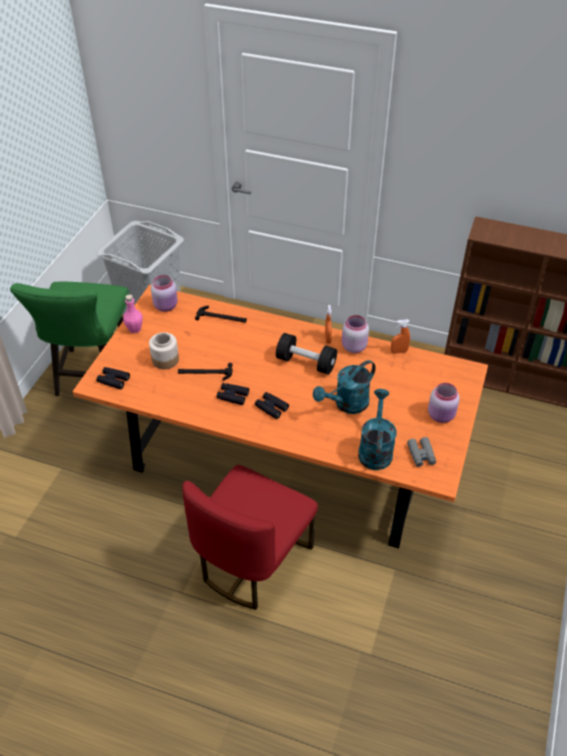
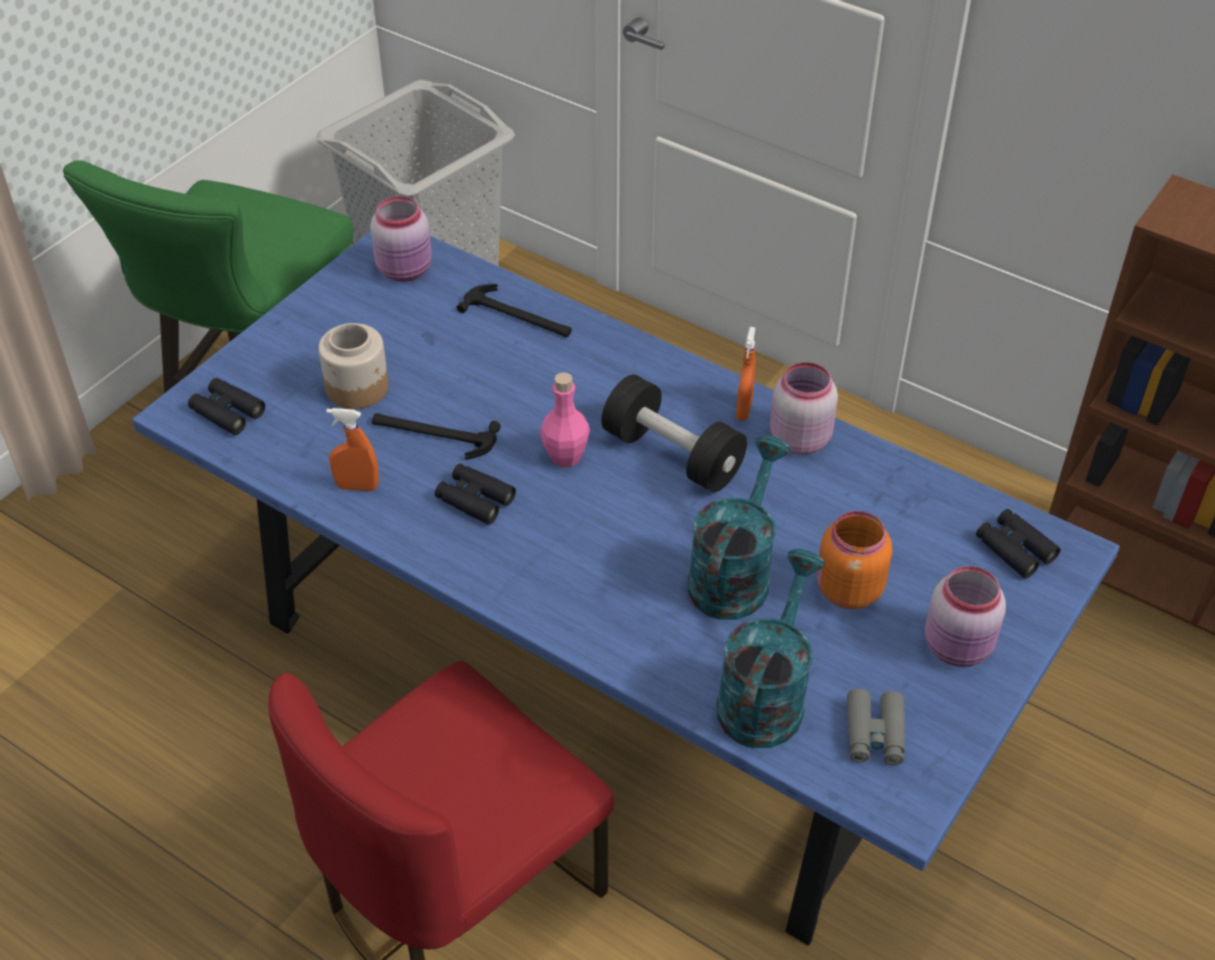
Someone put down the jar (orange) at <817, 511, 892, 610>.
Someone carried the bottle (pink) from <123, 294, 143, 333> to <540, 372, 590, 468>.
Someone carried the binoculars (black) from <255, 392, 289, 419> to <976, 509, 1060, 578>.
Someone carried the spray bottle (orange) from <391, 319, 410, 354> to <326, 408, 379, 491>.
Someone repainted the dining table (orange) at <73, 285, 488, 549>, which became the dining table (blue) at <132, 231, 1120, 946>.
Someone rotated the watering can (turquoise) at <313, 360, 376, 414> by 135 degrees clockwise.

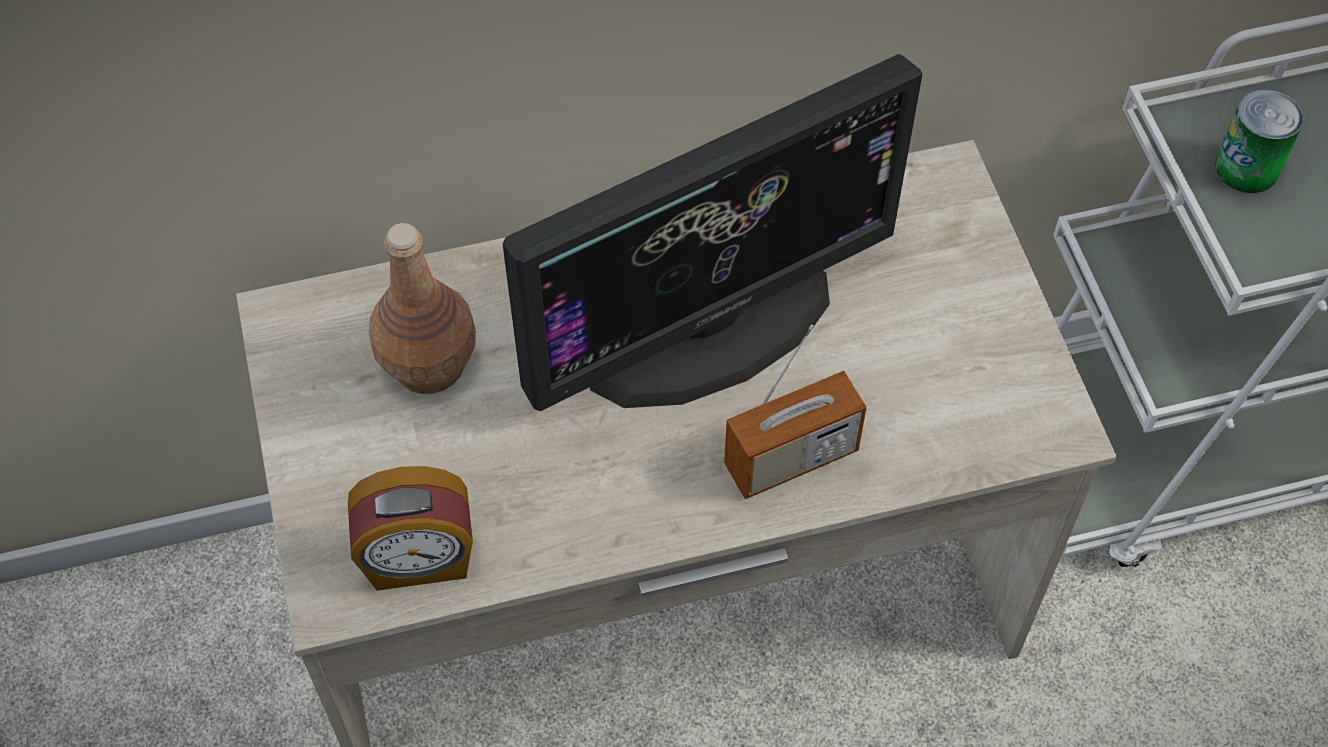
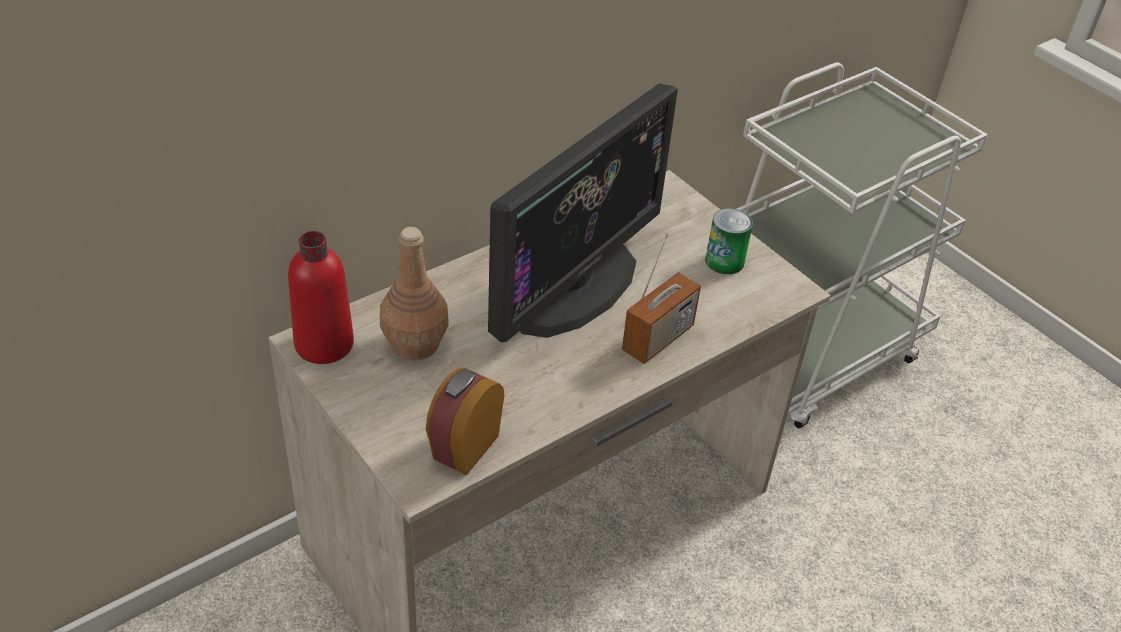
Someone put down the bottle (red) at <288, 231, 354, 364>.
Someone carried the can from <1215, 89, 1304, 193> to <705, 208, 753, 274>.
Someone rotated the alarm clock at <348, 466, 473, 591> by 150 degrees clockwise.

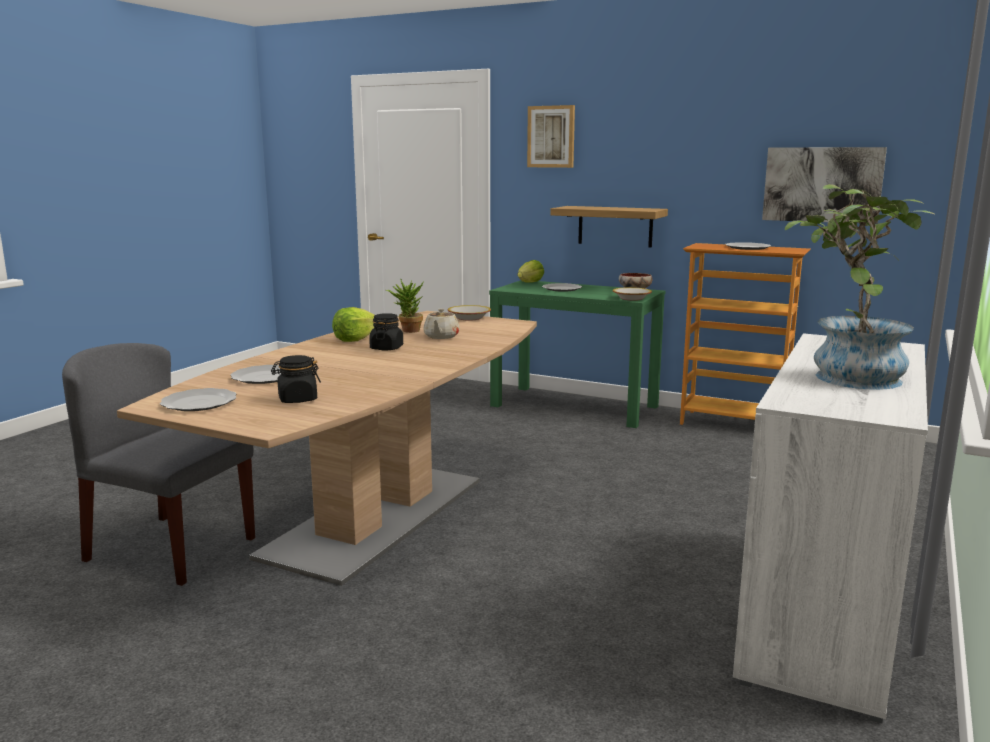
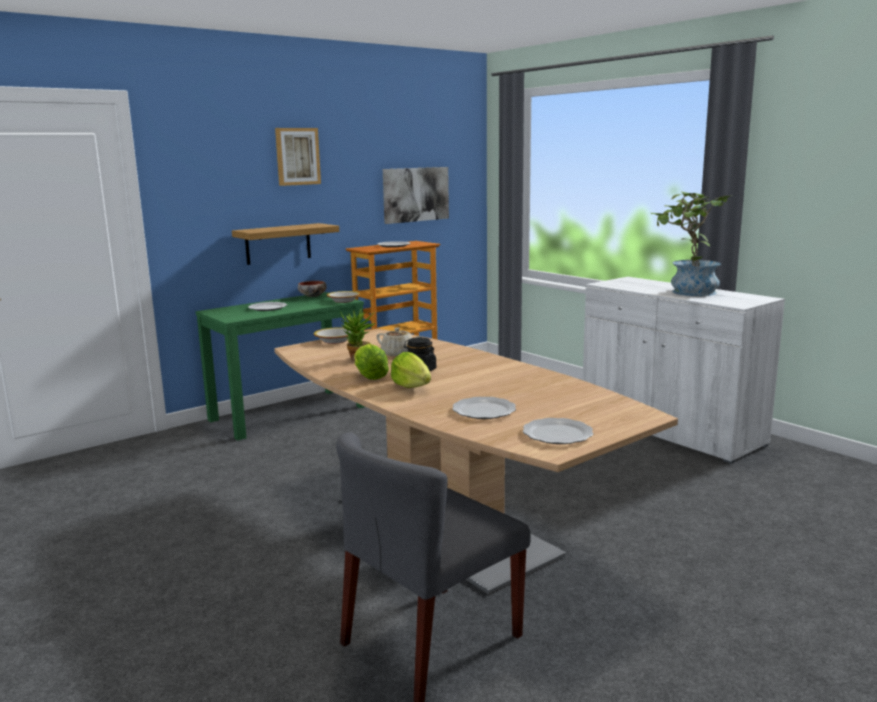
Someone took away the jar (black) at <271, 355, 321, 403>.
Someone carried the lettuce from <518, 260, 544, 283> to <391, 352, 431, 388>.
Someone carried the picture from <527, 105, 575, 168> to <275, 128, 321, 186>.

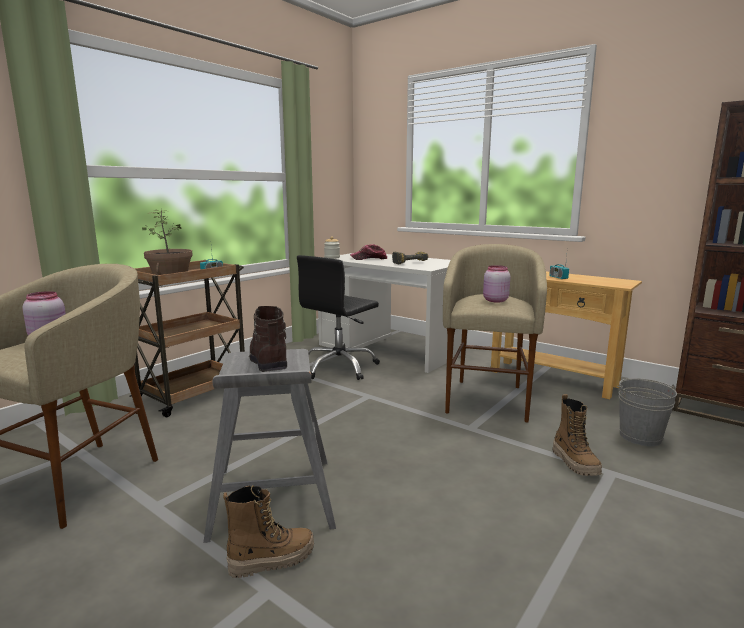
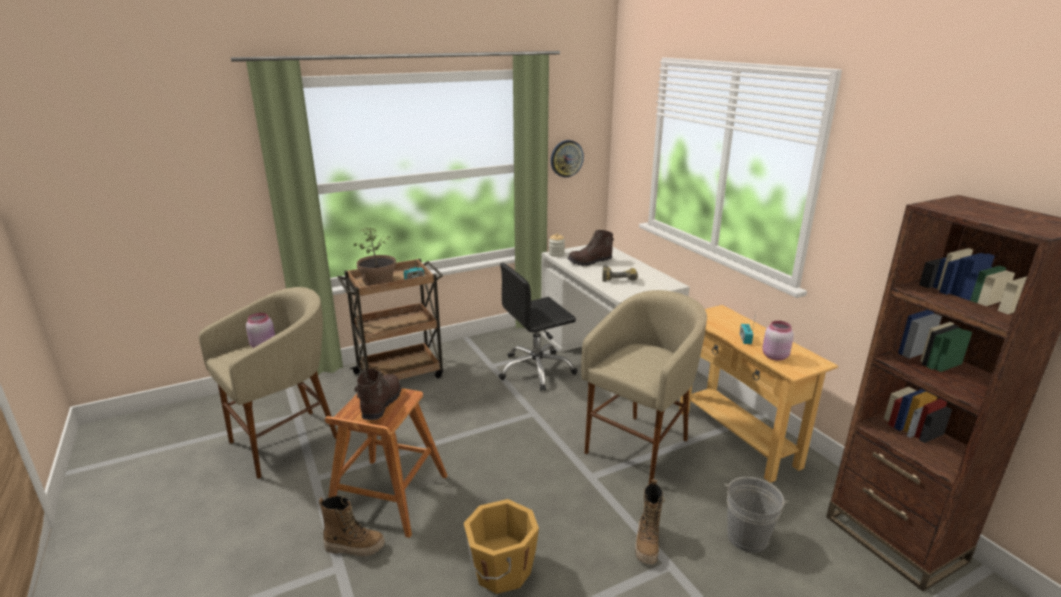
Someone put down the bucket (orange) at <464, 499, 539, 594>.
Someone put up the wall clock at <551, 140, 584, 178>.
Someone carried the jar (pink) from <483, 265, 510, 302> to <762, 321, 794, 360>.
Someone swapped the cap at <350, 244, 387, 260> for the boot (brown) at <568, 230, 614, 266>.
Someone repainted the stool (grey) at <203, 349, 336, 543>, which became the stool (brown) at <325, 388, 448, 538>.

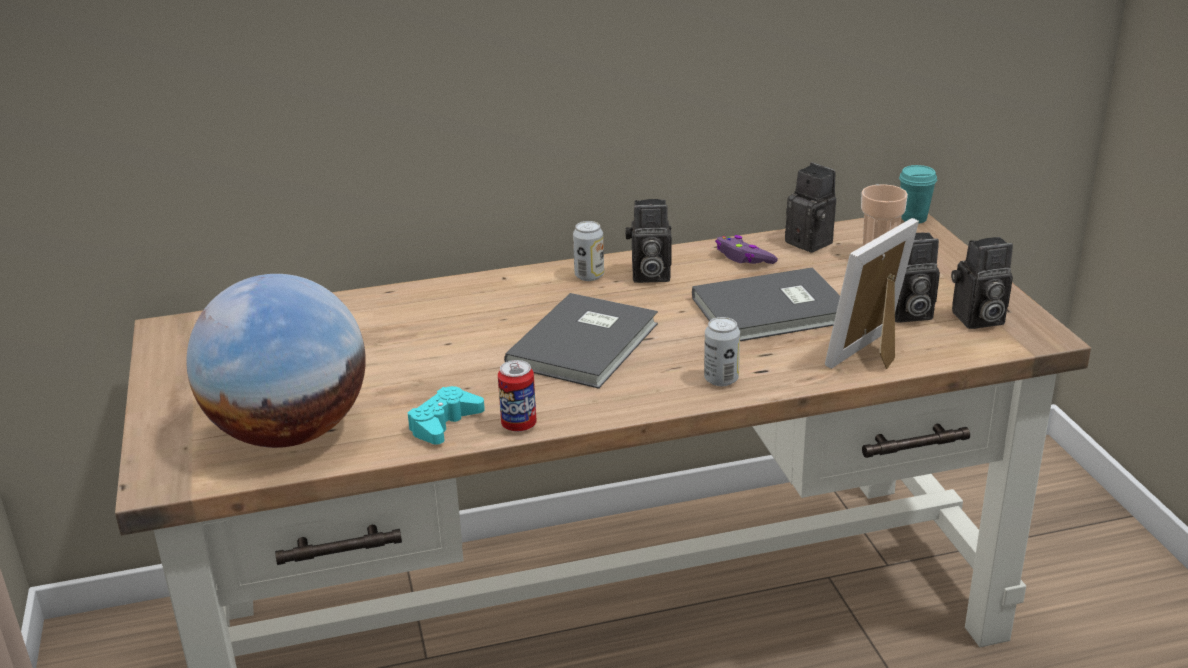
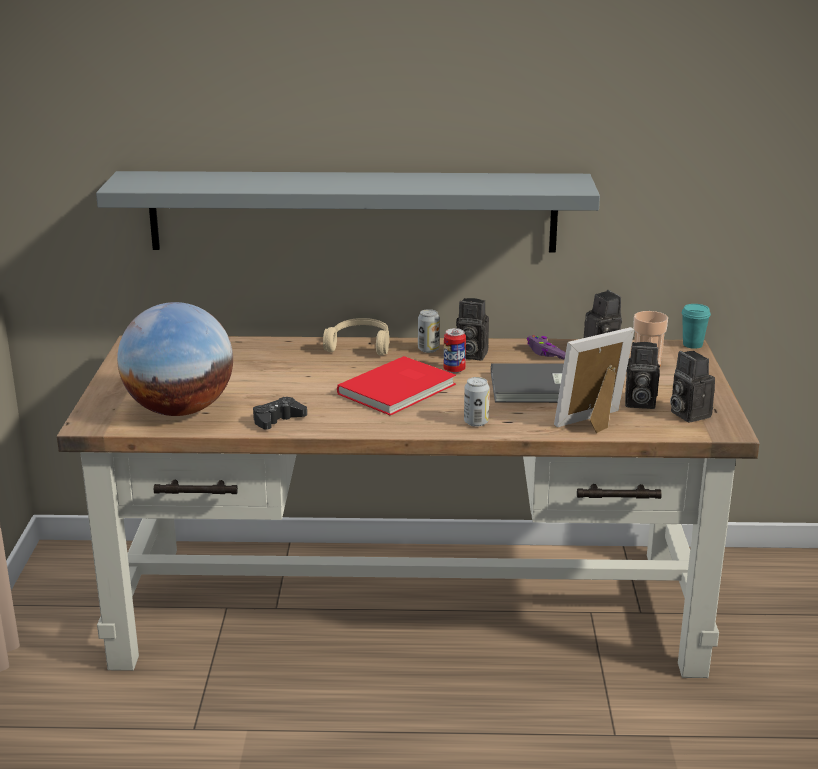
Someone put up the shelf (grey) at <96, 171, 600, 253>.
Someone put down the headphones (beige) at <323, 318, 389, 356>.
Someone carried the can from <498, 360, 537, 432> to <444, 328, 466, 373>.
Someone repainted the game controller (turquoise) at <408, 386, 485, 445>, which became the game controller (black) at <253, 397, 307, 430>.
Someone repainted the book (grey) at <504, 293, 658, 389>, which became the book (red) at <337, 356, 456, 416>.
Someone rotated the photo camera at <951, 237, 1013, 329> by 60 degrees clockwise.

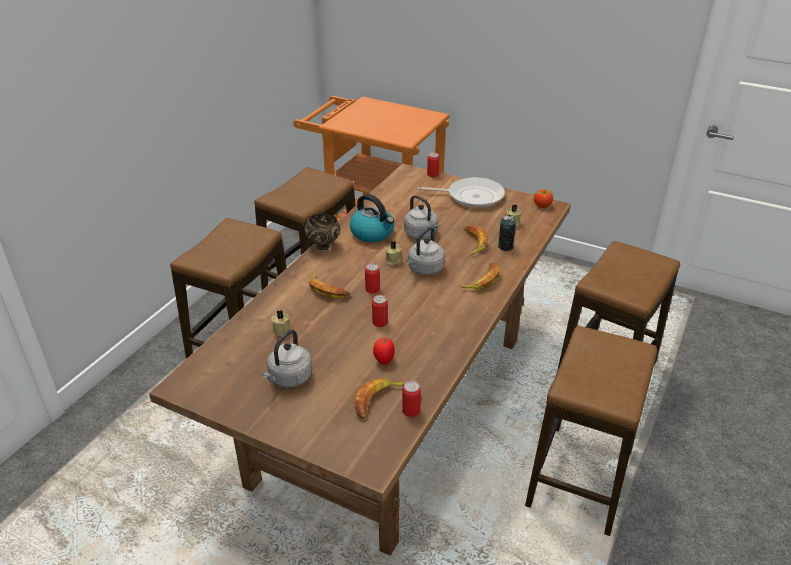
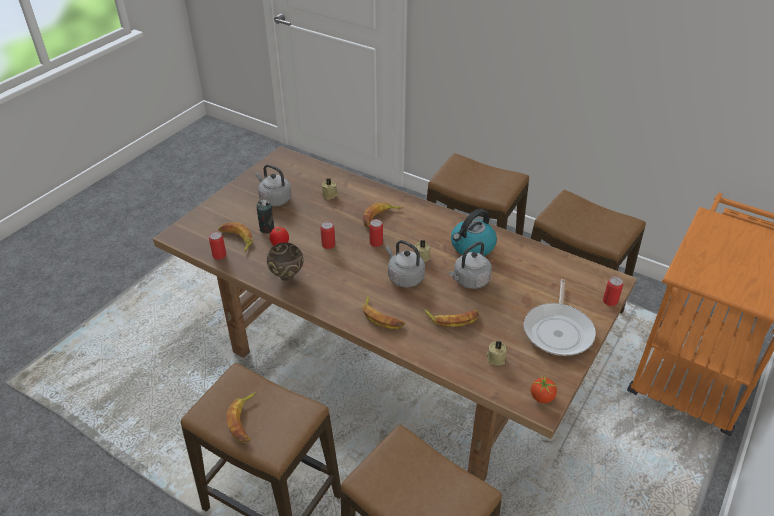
Someone put down the banana at <227, 392, 257, 443>.
Someone carried the bowl (brown) from <305, 214, 340, 250> to <267, 242, 304, 281>.
Someone carried the can from <498, 215, 516, 251> to <256, 199, 274, 234>.

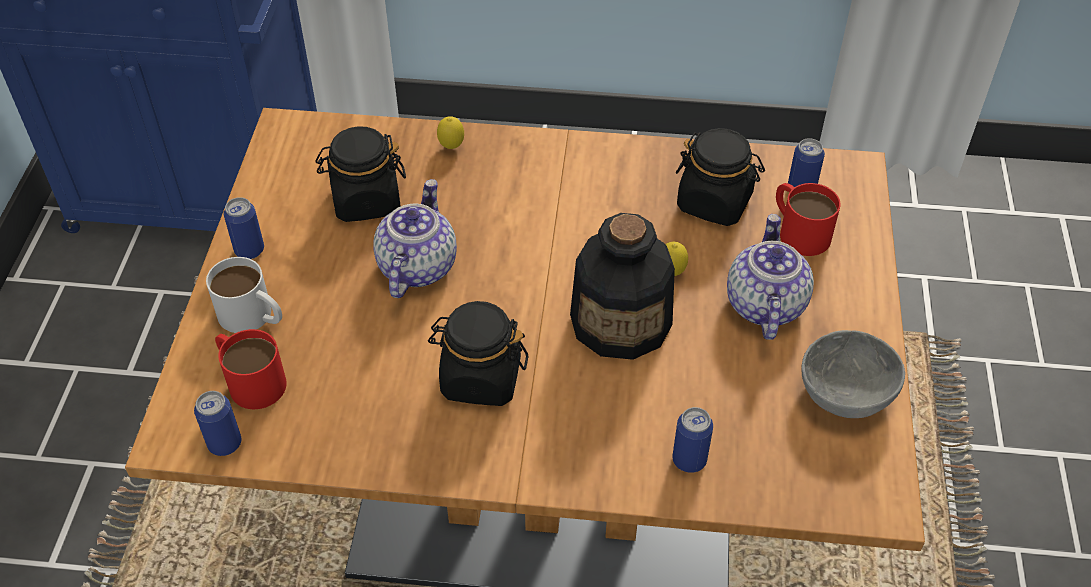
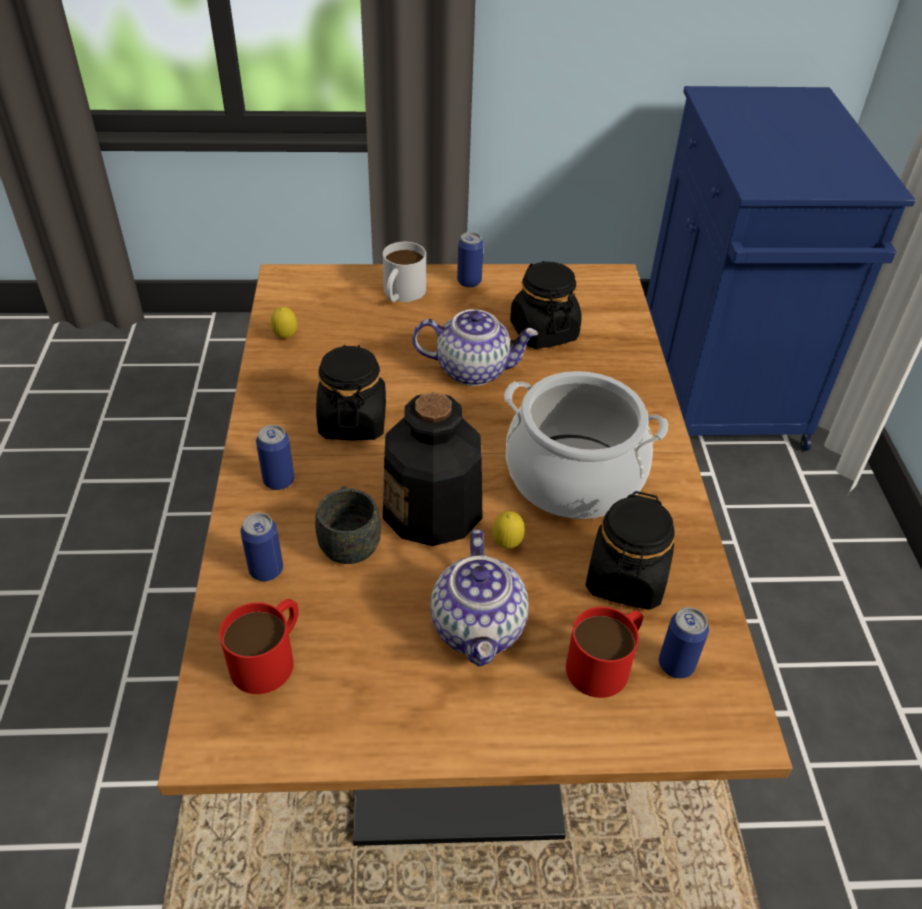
Someone took away the bowl (grey) at <801, 330, 905, 418>.
Someone put down the mug (grey) at <315, 486, 381, 564>.
Someone put down the cooking pot at <504, 371, 668, 519>.
Someone carried the can from <194, 391, 242, 456> to <256, 425, 294, 490>.
Someone carried the mug (red) from <215, 329, 287, 409> to <219, 599, 299, 694>.
Someone carried the lemon from <437, 116, 464, 149> to <271, 307, 297, 339>.
Someone rotated the teapot at <727, 214, 814, 340> by 90 degrees clockwise.

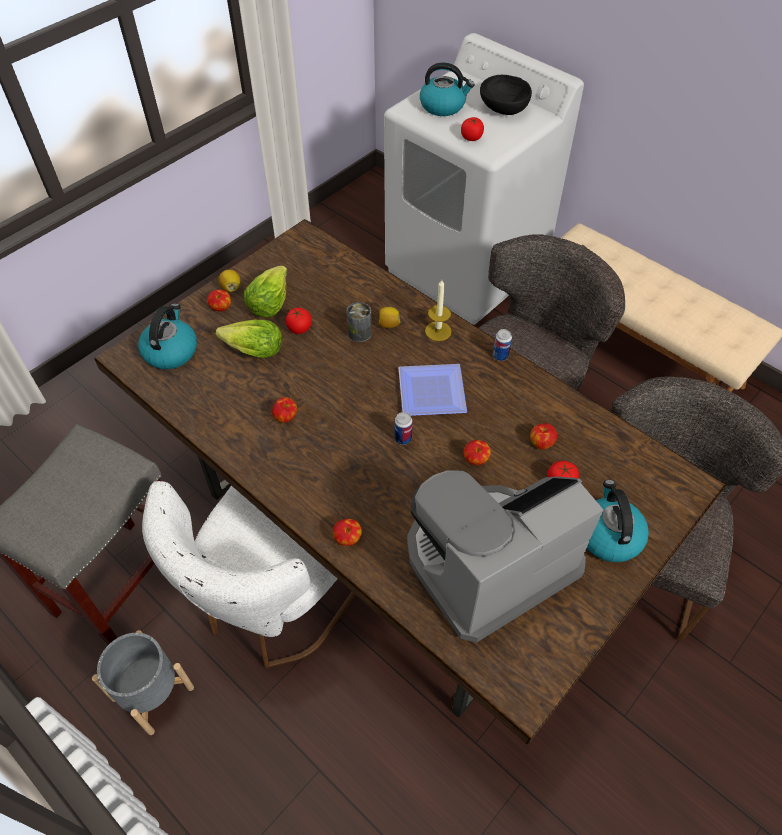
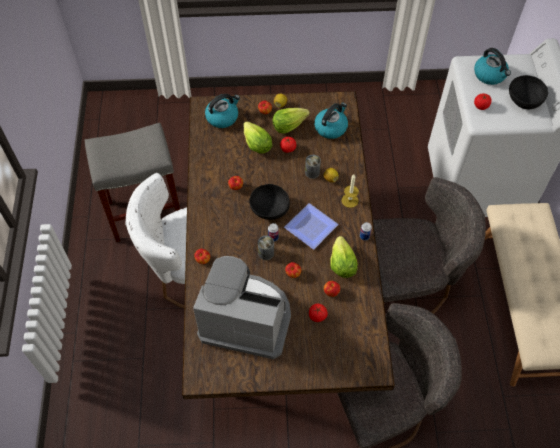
Someone took away the planter (grey) at <92, 630, 194, 735>.
Someone put down the bowl (black) at <249, 184, 290, 220>.
Someone put down the can at <258, 236, 274, 260>.
Someone put down the lettuce at <330, 236, 358, 278>.
Someone carried the kettle from <587, 480, 649, 562> to <314, 102, 348, 139>.

